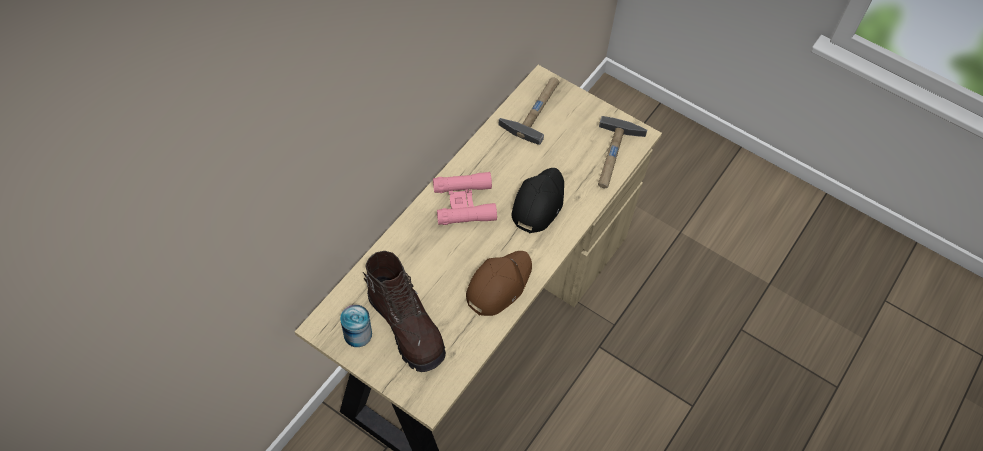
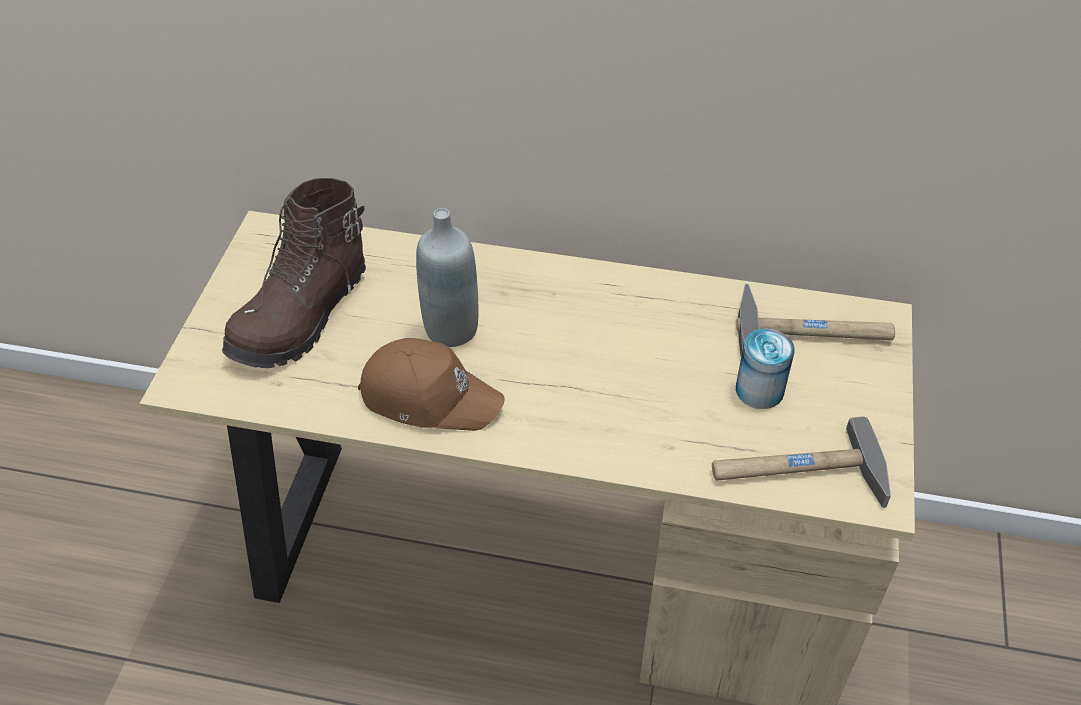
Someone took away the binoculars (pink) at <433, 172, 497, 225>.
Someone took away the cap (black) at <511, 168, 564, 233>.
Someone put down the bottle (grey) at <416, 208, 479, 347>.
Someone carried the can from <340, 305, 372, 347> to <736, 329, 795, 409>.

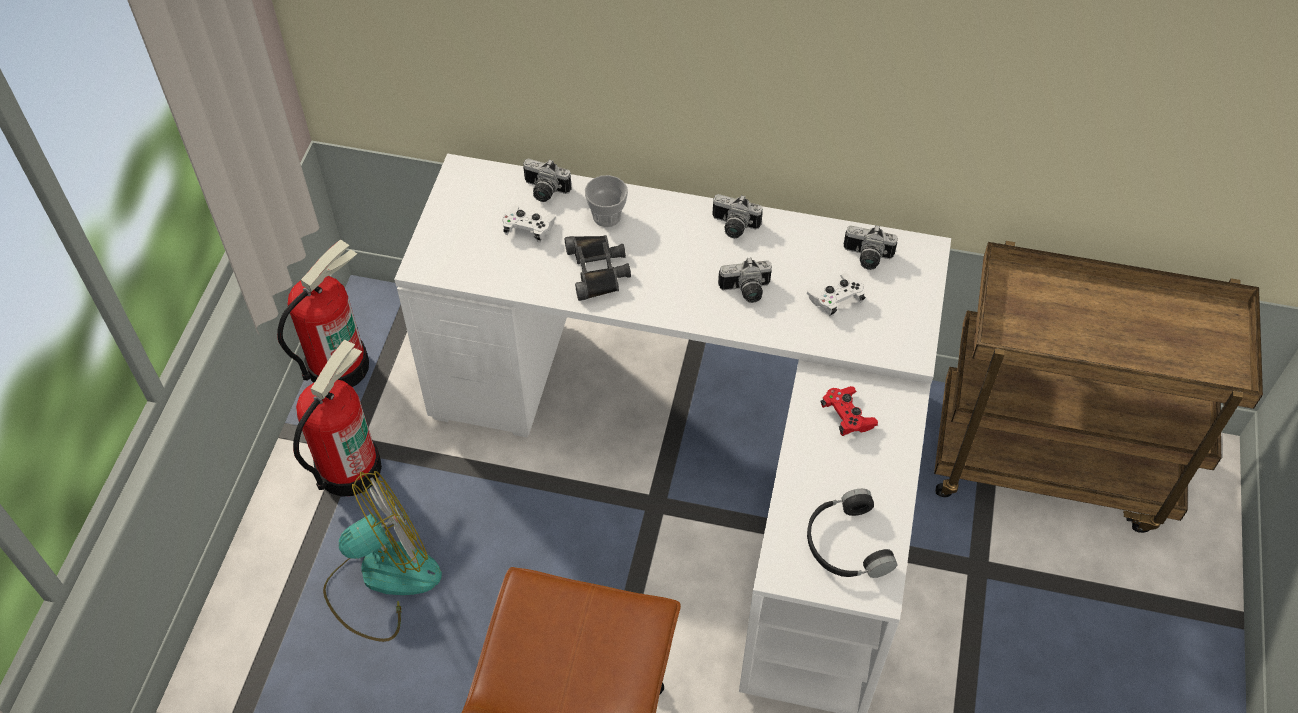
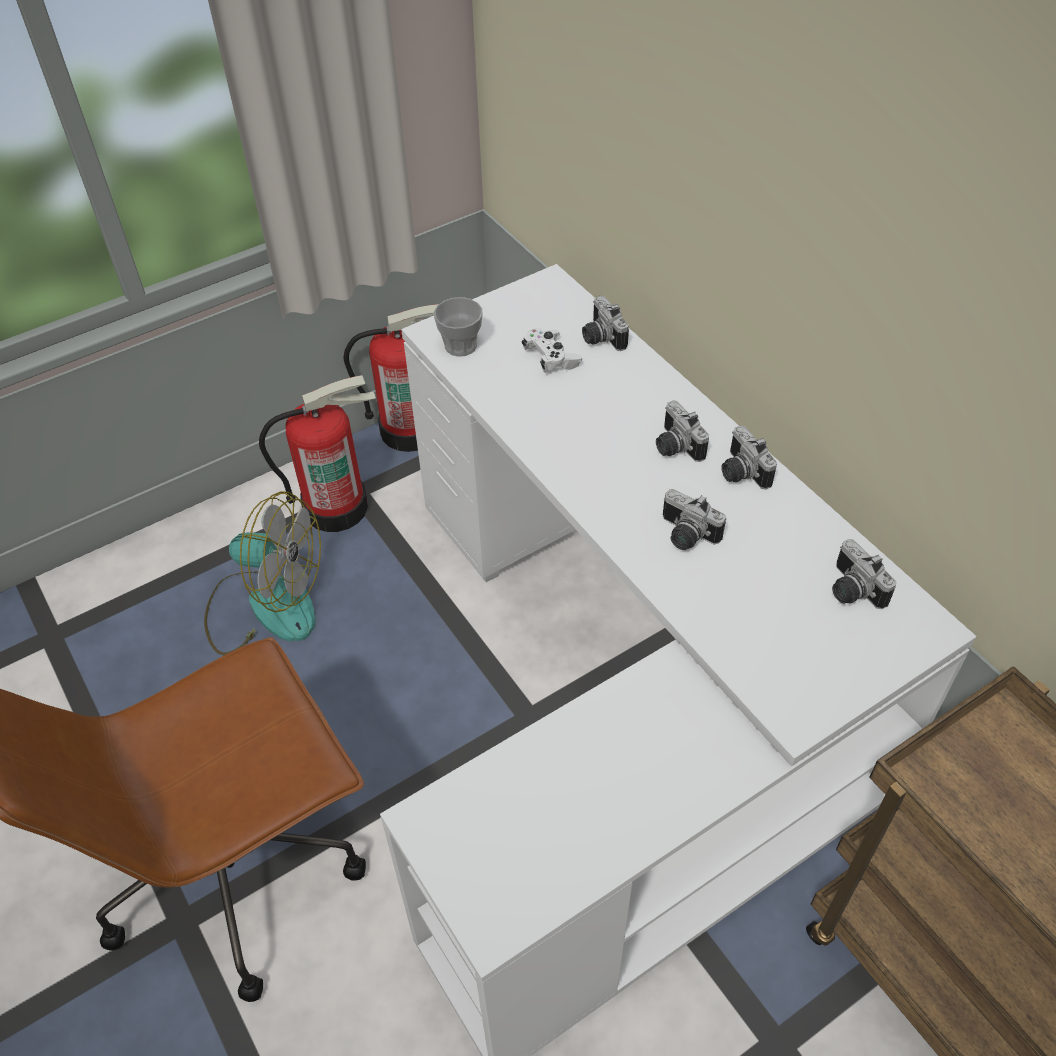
Someone took away the binoculars (black) at <565, 235, 631, 301>.
Someone took away the game controller (white) at <806, 273, 865, 317>.
Someone took away the headphones (black) at <807, 489, 897, 578>.
Someone took away the game controller (red) at <820, 386, 878, 436>.
Someone put down the photo camera at <656, 401, 709, 462>.
Someone carried the cup from <585, 175, 628, 227> to <434, 297, 483, 357>.

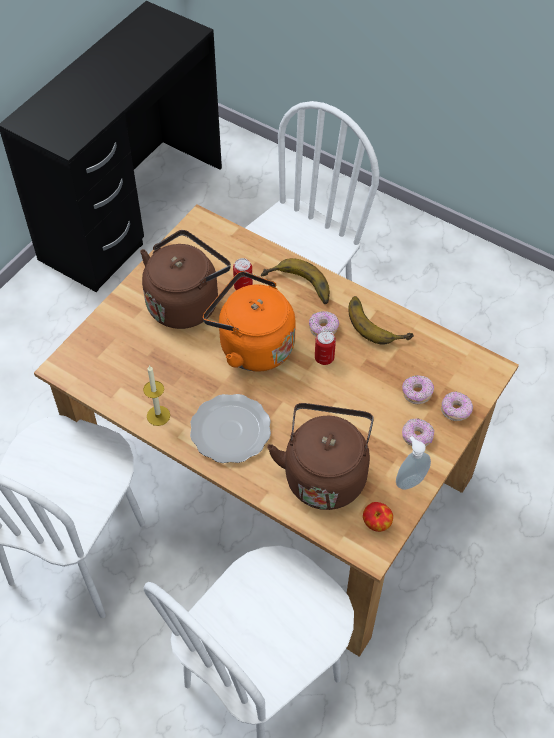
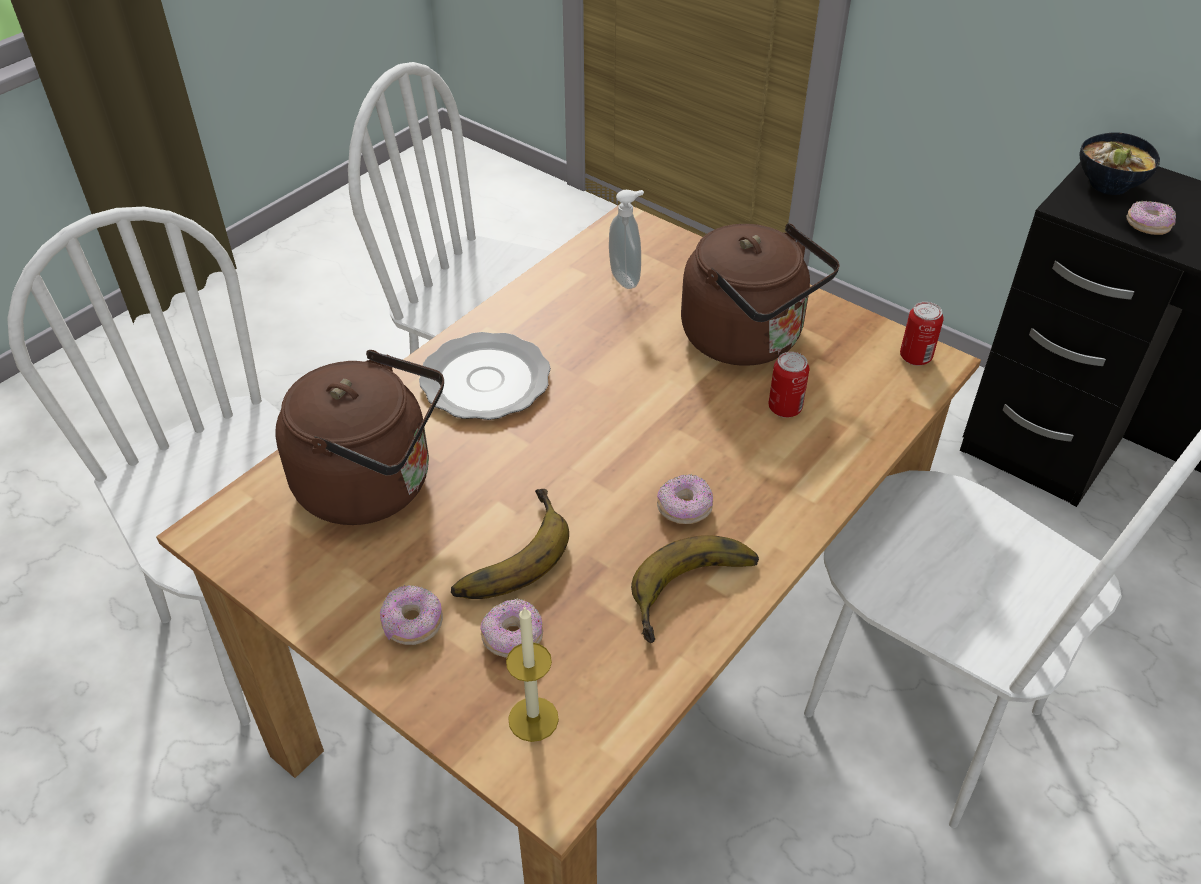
Someone took away the kettle (orange) at <203, 271, 296, 372>.
Someone took away the apple at <363, 502, 393, 532>.
Someone put down the bowl at <1079, 133, 1160, 195>.
Someone carried the candle from <143, 365, 170, 426> to <506, 605, 559, 742>.
Someone carried the banana from <261, 258, 330, 305> to <451, 489, 569, 599>.
Someone carried the can from <315, 330, 336, 365> to <900, 302, 944, 366>.
Someone carried the soap dispenser from <396, 436, 431, 490> to <609, 190, 644, 289>.
Someone carried the donut from <441, 392, 473, 421> to <1126, 201, 1176, 235>.

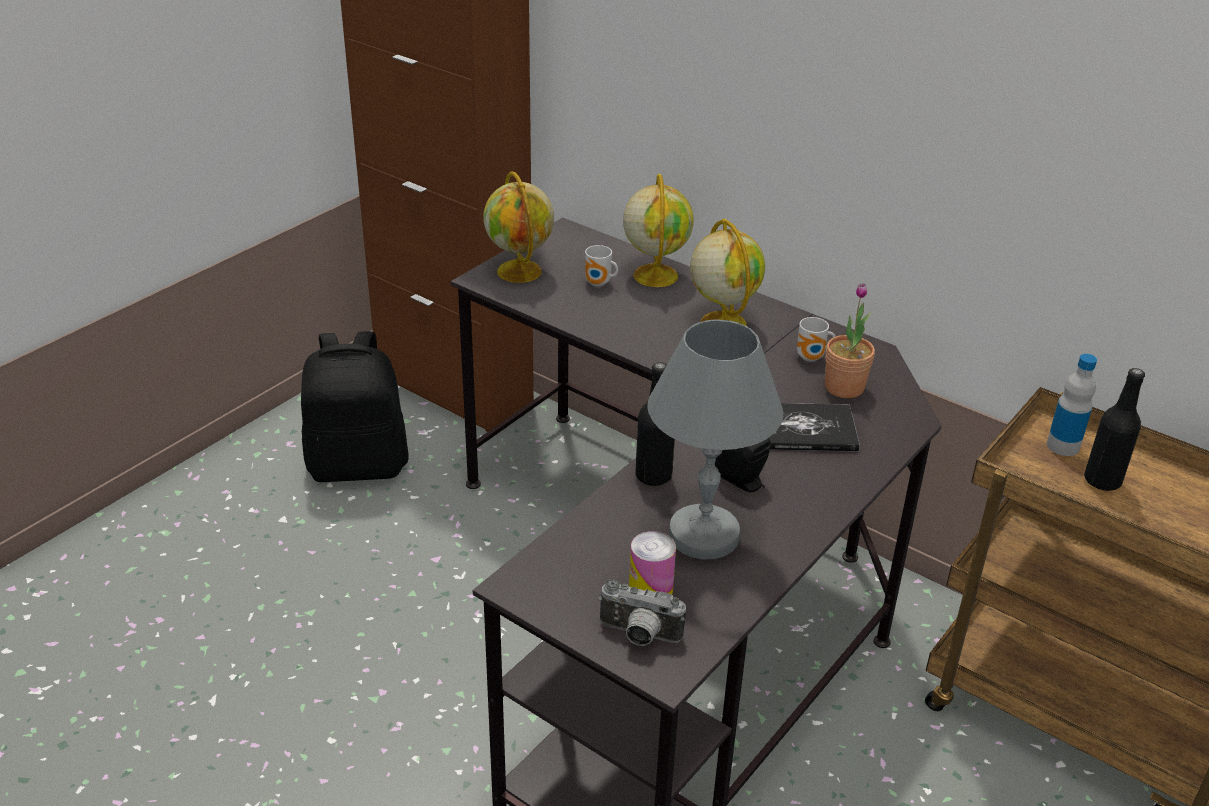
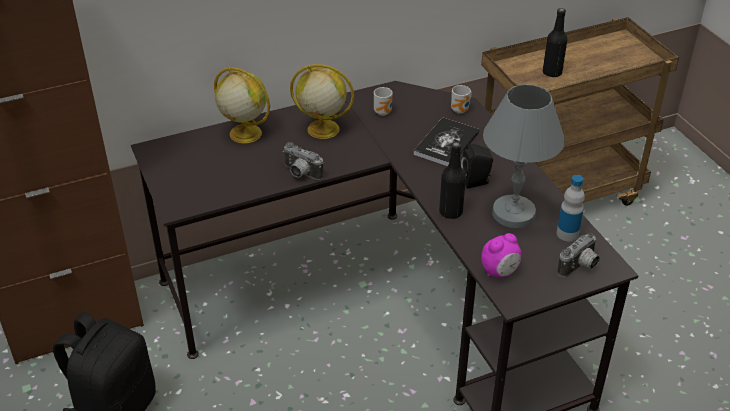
Someone took away the globe at <483, 171, 554, 283>.
Someone took away the can at <629, 531, 676, 594>.
Someone took away the potted plant at <825, 283, 875, 398>.
Someone put down the photo camera at <283, 142, 323, 180>.
Someone put down the alarm clock at <482, 233, 522, 277>.
Someone carried the mug from <585, 245, 618, 286> to <451, 85, 472, 114>.
Someone carried the bottle from <1047, 354, 1097, 456> to <557, 175, 585, 242>.

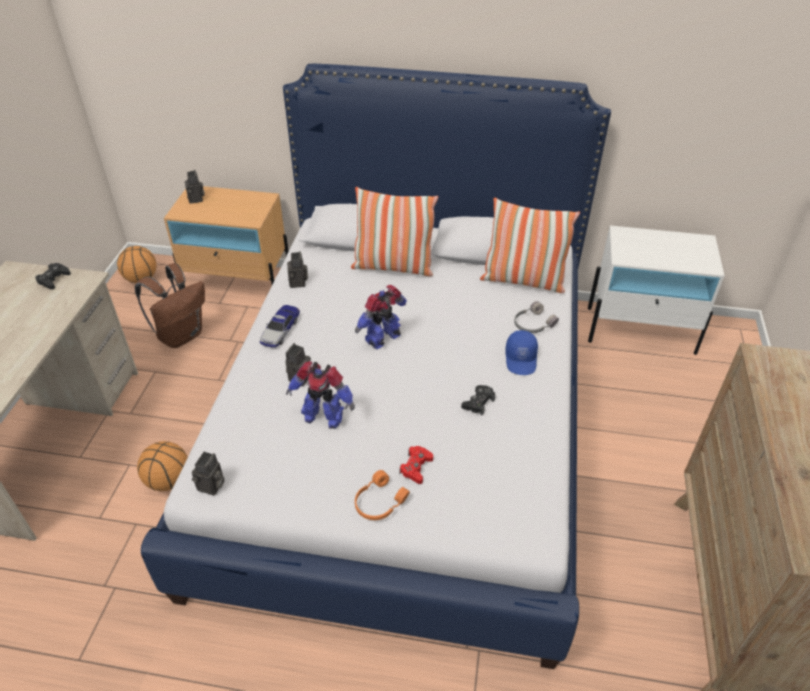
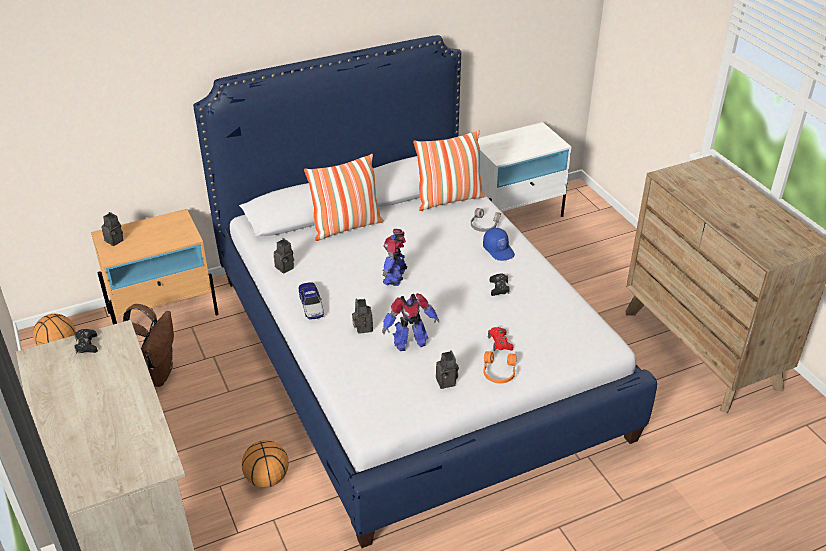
Someone carried the photo camera from <192, 452, 225, 495> to <436, 350, 459, 389>.

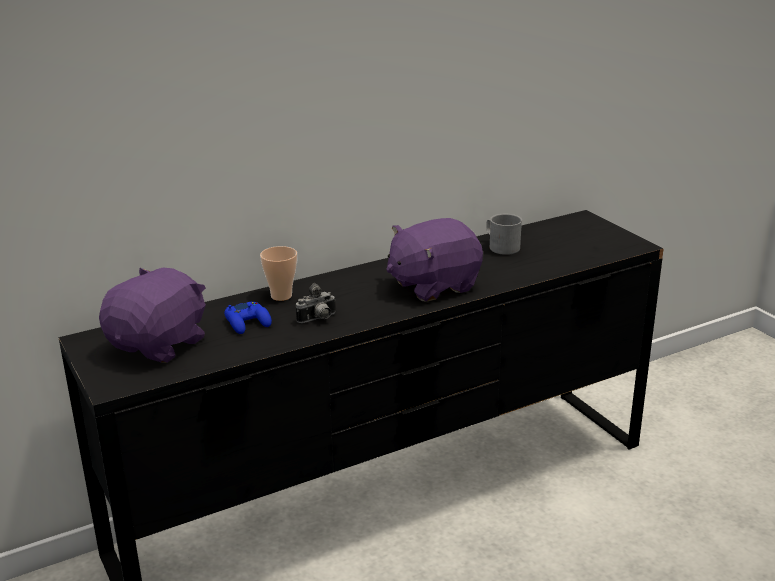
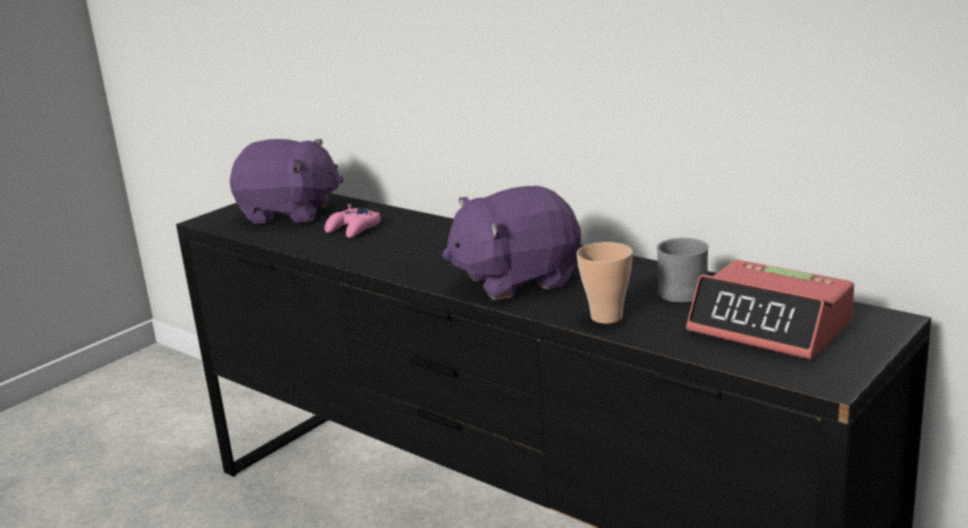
Someone took away the photo camera at <296, 283, 336, 323>.
Someone put down the alarm clock at <686, 260, 854, 360>.
Someone carried the cup from <260, 246, 297, 301> to <577, 242, 633, 324>.
Someone repainted the game controller (blue) at <224, 301, 272, 334>, which became the game controller (pink) at <325, 204, 381, 238>.
Someone rotated the plush toy (purple) at <386, 218, 483, 302> by 60 degrees counterclockwise.

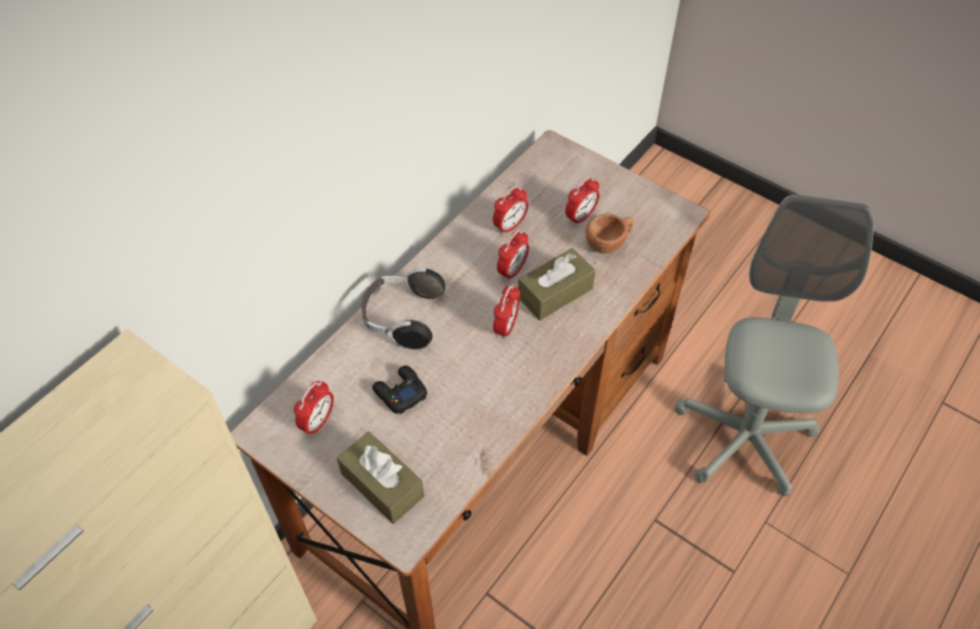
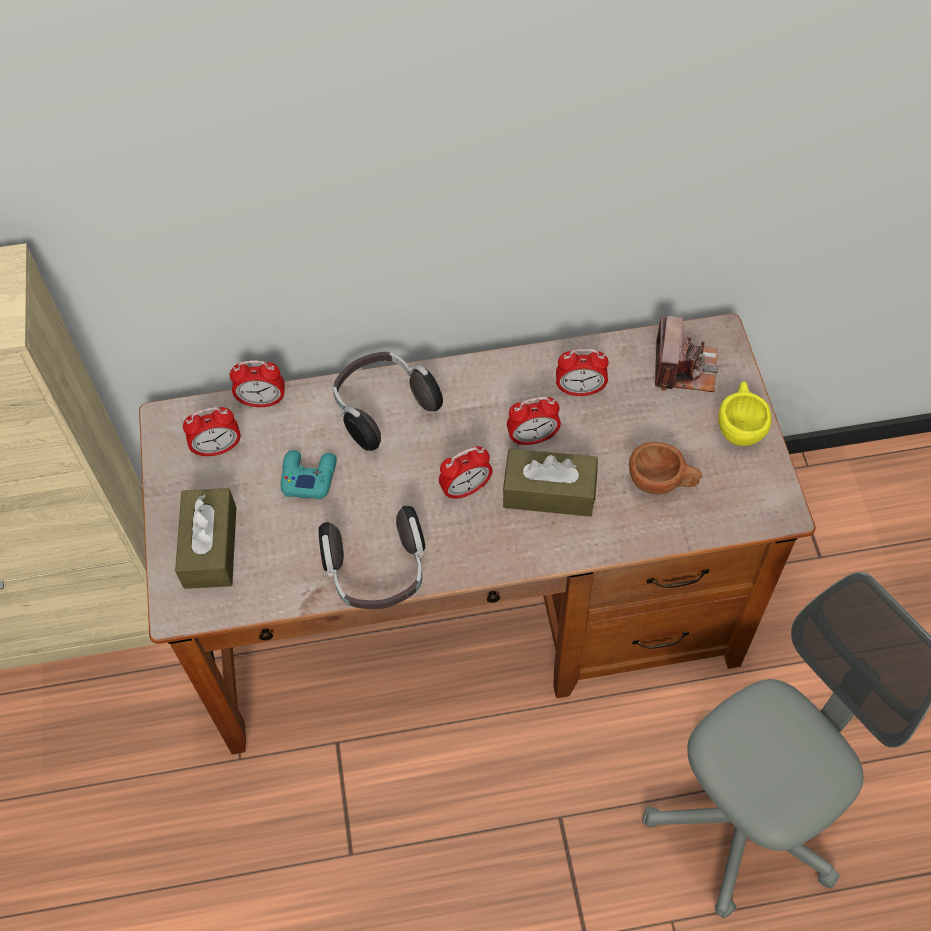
Someone put down the headphones at <319, 506, 426, 609>.
Someone put down the photo camera at <655, 316, 718, 392>.
Someone put down the cup (yellow) at <718, 381, 771, 446>.
Someone carried the alarm clock from <565, 176, 600, 226> to <230, 361, 285, 407>.
Someone repainted the game controller (black) at <372, 366, 427, 414>, which became the game controller (turquoise) at <281, 450, 337, 499>.

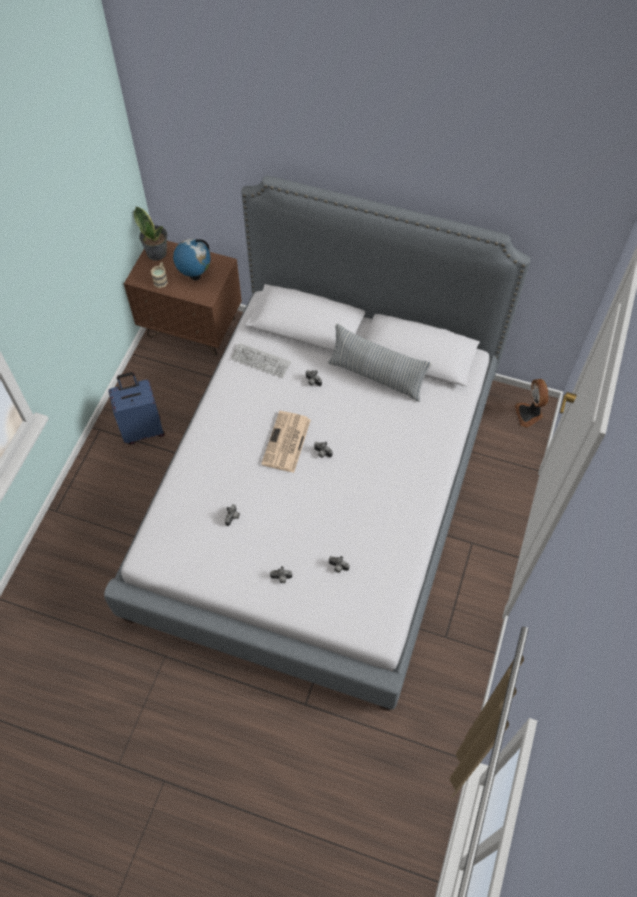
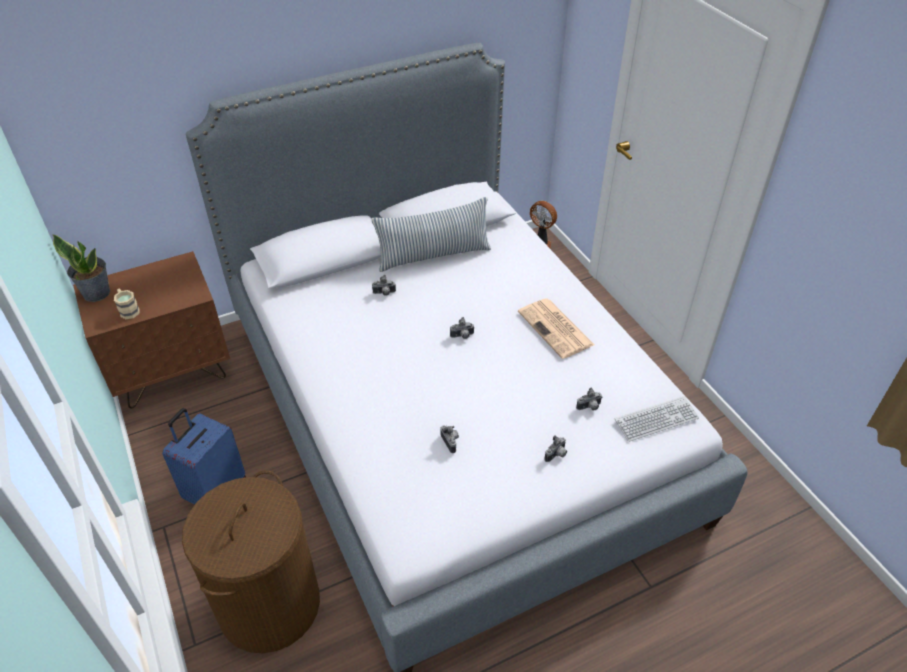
Someone took away the globe at <173, 239, 210, 280>.
Someone put down the laundry basket (brown) at <182, 470, 320, 653>.
Someone carried the keyboard from <231, 343, 291, 378> to <615, 396, 699, 442>.
Someone carried the newspaper from <261, 411, 311, 473> to <518, 299, 594, 359>.

